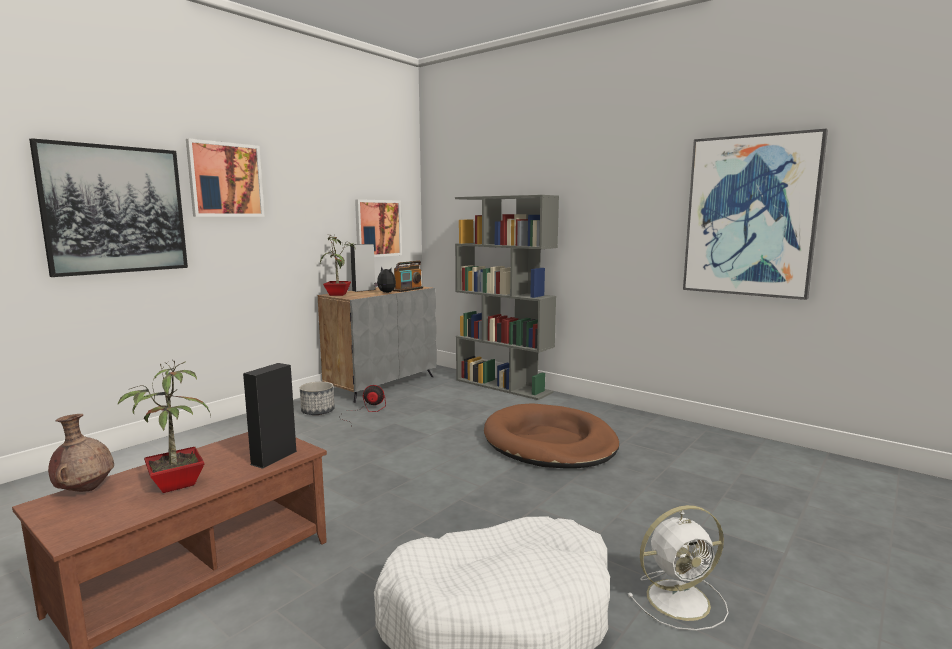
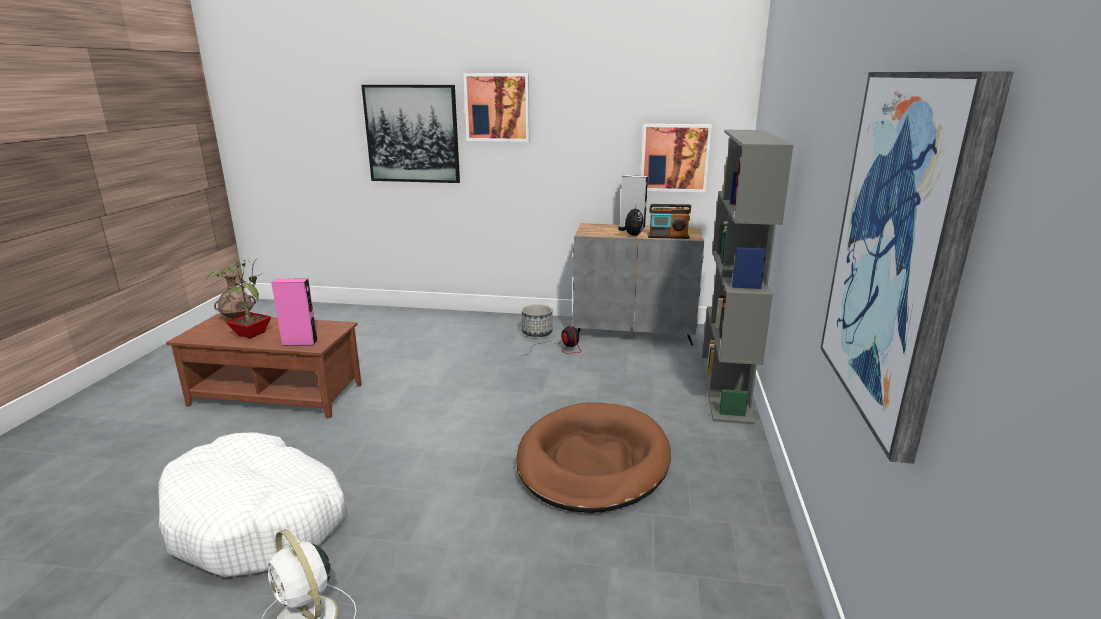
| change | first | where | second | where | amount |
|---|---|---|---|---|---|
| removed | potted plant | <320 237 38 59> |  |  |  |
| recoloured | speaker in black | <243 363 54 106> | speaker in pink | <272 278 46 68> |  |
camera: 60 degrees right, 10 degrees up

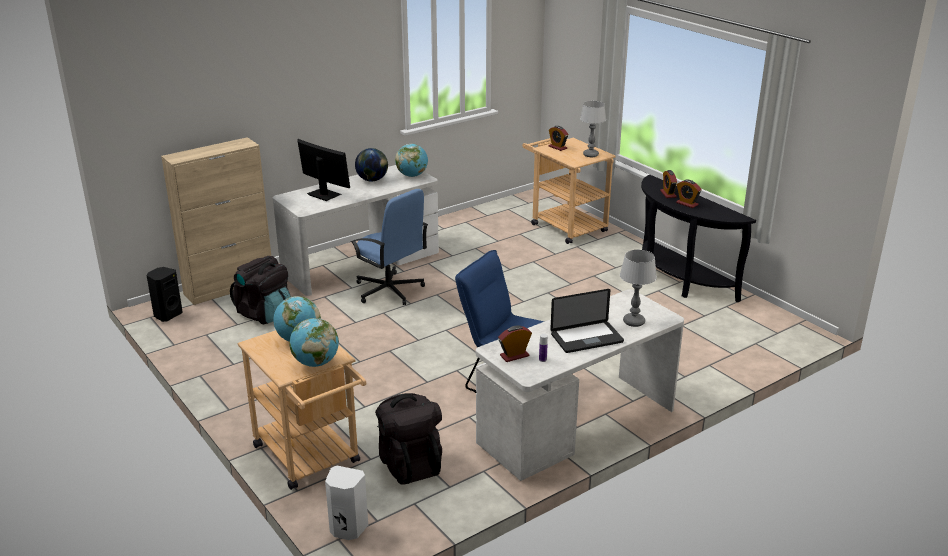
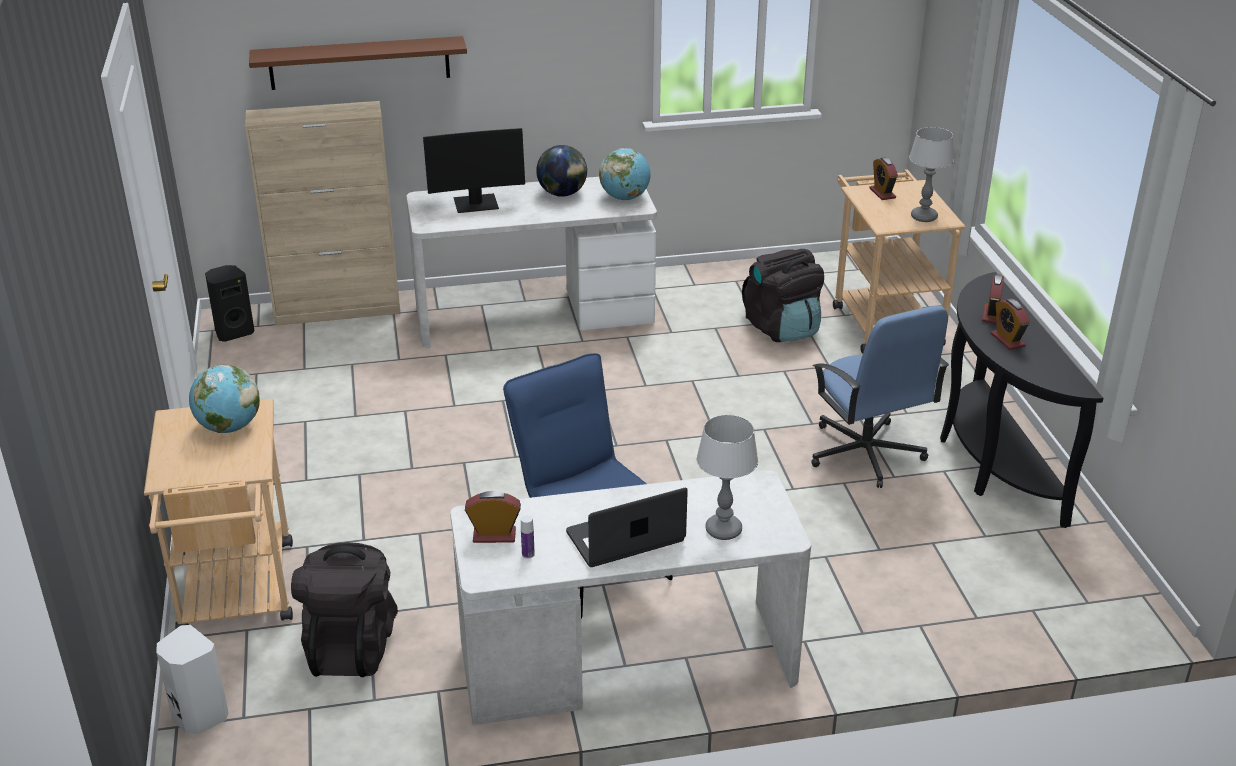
| change | first | where | second | where | amount |
|---|---|---|---|---|---|
| turned | monitor | <298 139 52 62> |  | <423 128 102 85> | 105 degrees clockwise |
| moved | office chair in blue | <351 189 77 116> |  | <812 306 137 182> |  |
| moved | backpack in black | <230 256 61 68> |  | <742 249 82 93> |  |
| turned | laptop | <550 289 74 64> |  | <566 488 122 79> | 150 degrees clockwise |
| removed | globe | <289 318 50 49> |  |  |  |
| added |  |  | shelf in brown | <249 36 218 54> |  |
camera: 25 degrees right, 5 degrees up

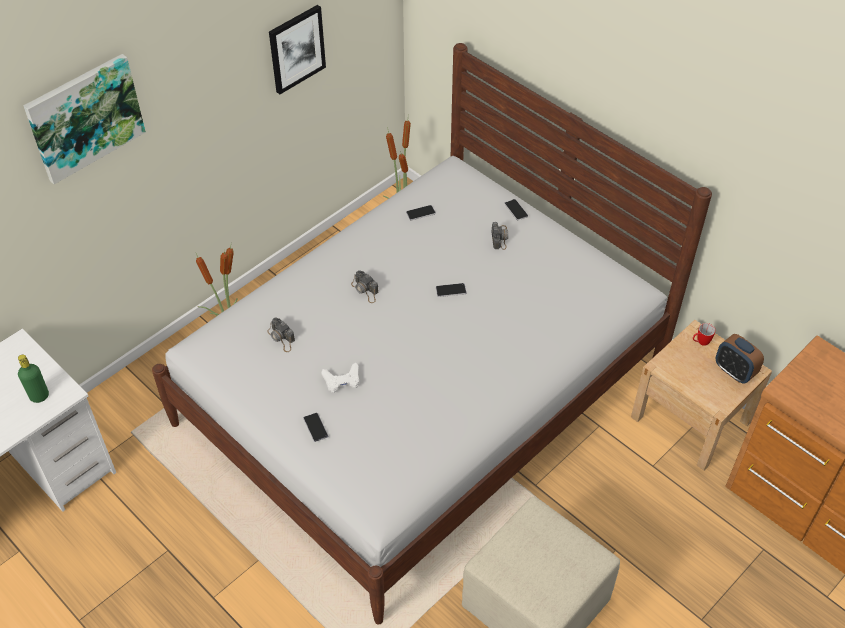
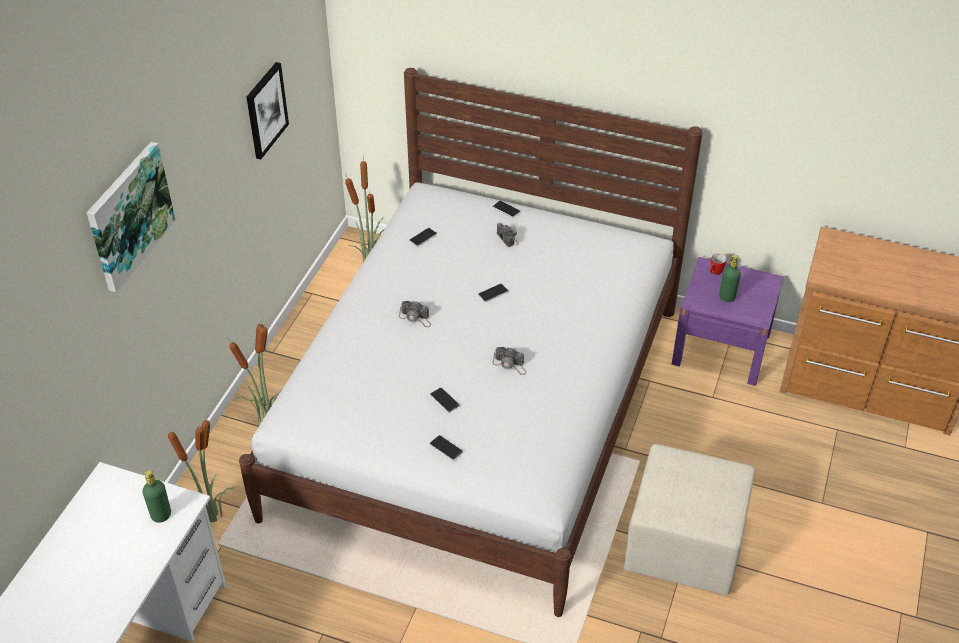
| change | first | where | second | where | amount |
|---|---|---|---|---|---|
| moved | photo camera | <267 317 28 35> |  | <492 347 35 28> |  |
| recoloured | nightstand in beige | <631 320 141 151> | nightstand in purple | <672 257 112 129> |  |
| removed | alarm clock | <716 334 48 50> |  |  |  |
| replaced | game controller in white | <321 363 39 30> | phone | <430 388 30 24> |  |
| added |  |  | bottle in green | <719 255 22 47> |  |
| added |  |  | potted plant | <166 418 69 104> |  |
camera: 25 degrees left, 5 degrees down

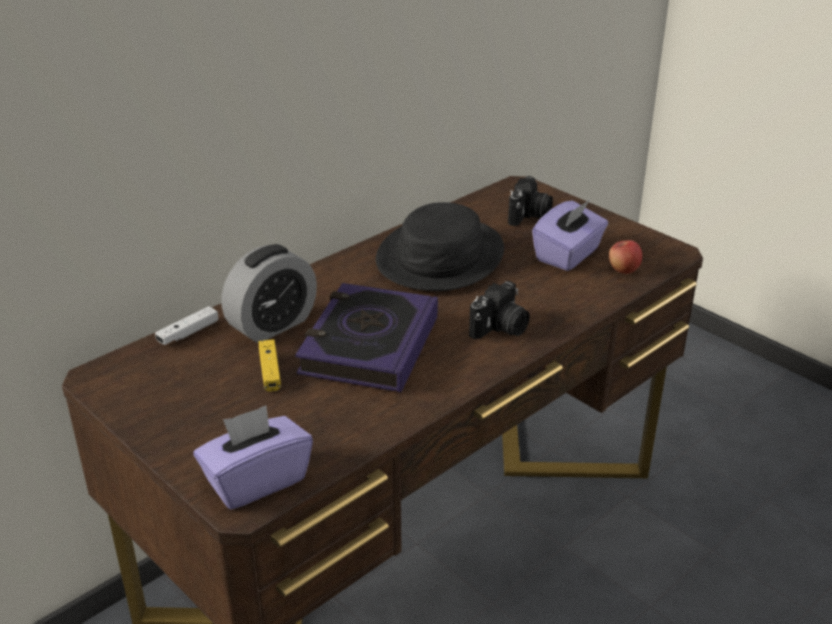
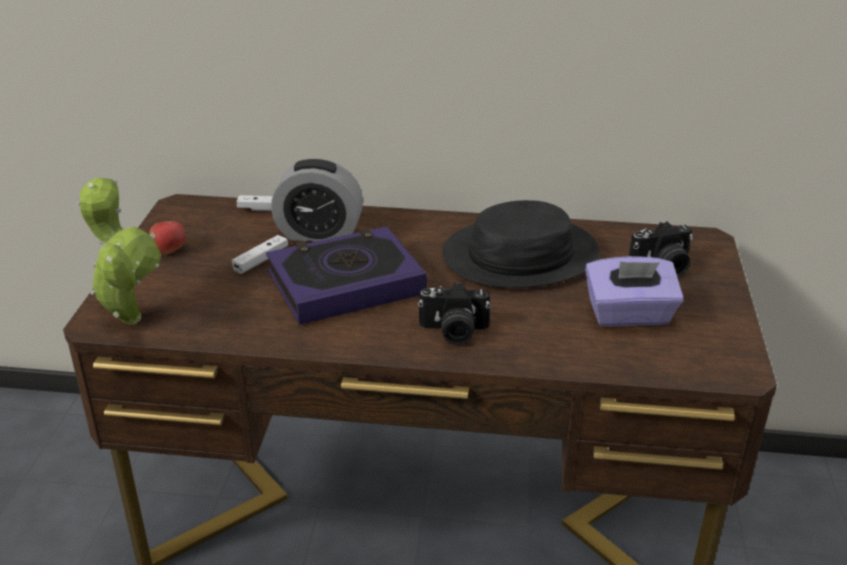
| change | first | where | second | where | amount |
|---|---|---|---|---|---|
| moved | apple | <609 240 33 34> |  | <149 221 36 33> |  |
| recoloured | game controller in yellow | <259 339 22 53> | game controller in white | <232 235 56 39> |  |
| replaced | tissue box in purple | <193 406 120 104> | potted plant | <78 178 83 146> |  |
camera: 50 degrees right, 0 degrees up

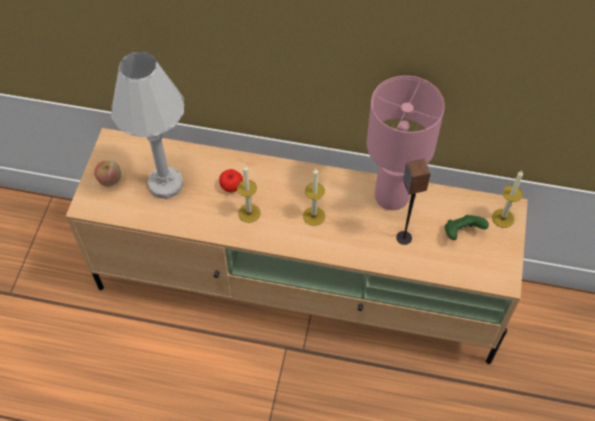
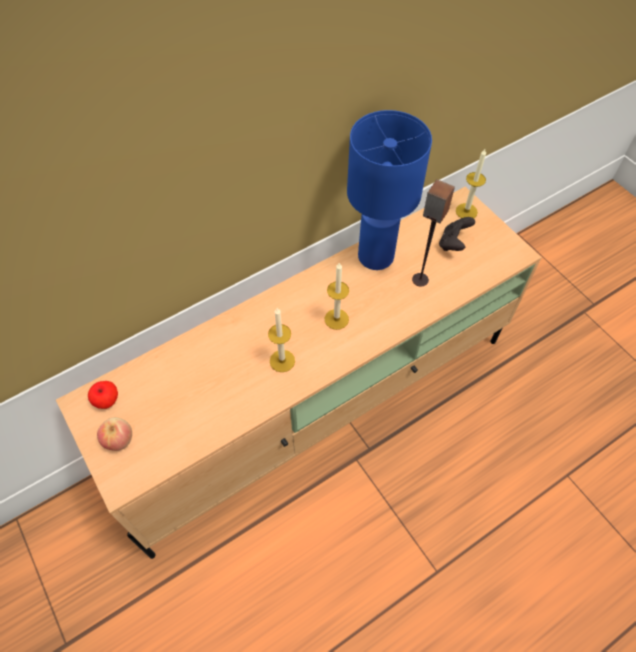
| change | first | where | second | where | amount |
|---|---|---|---|---|---|
| removed | table lamp in white | <111 52 73 147> |  |  |  |
| recoloured | table lamp in pink | <367 76 78 134> | table lamp in blue | <347 110 85 160> |  |
| moved | apple | <219 169 24 23> |  | <88 381 30 28> |  |
| recoloured | game controller in green | <445 215 44 25> | game controller in black | <439 217 36 34> |  |
camera: 45 degrees left, 0 degrees up

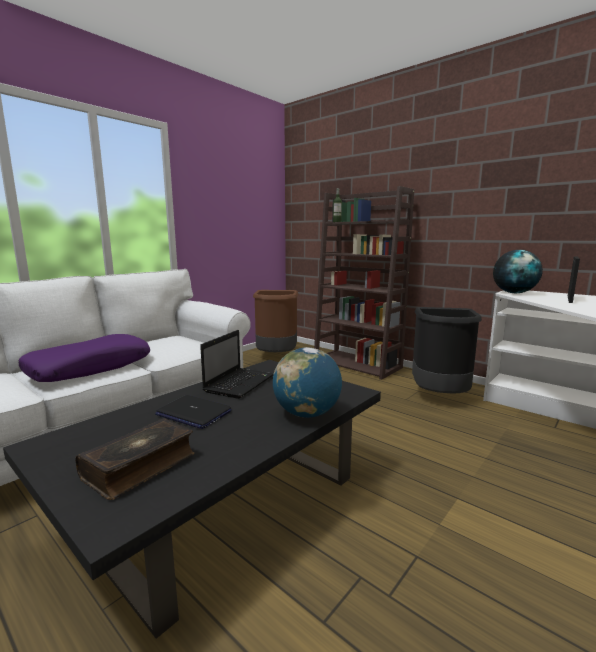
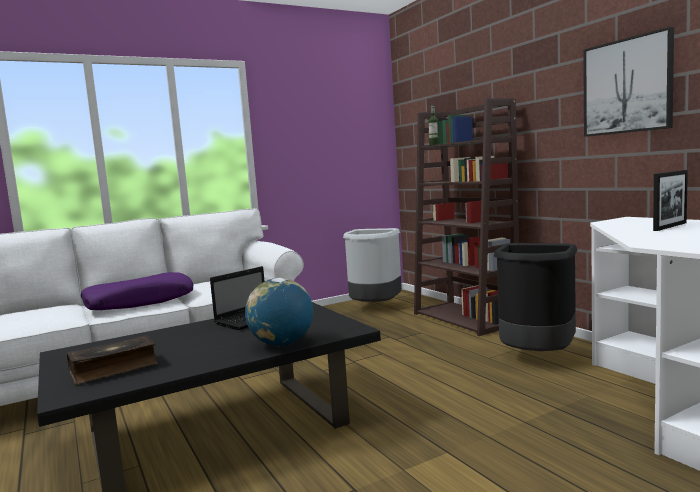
| change | first | where | second | where | amount |
|---|---|---|---|---|---|
| removed | globe | <493 250 50 43> |  |  |  |
| recoloured | trash can in brown | <253 290 45 62> | trash can in grey | <343 228 59 74> |  |
| removed | laptop | <155 395 77 34> |  |  |  |
| added |  |  | picture | <583 27 91 110> |  |
camera: 20 degrees right, 5 degrees down

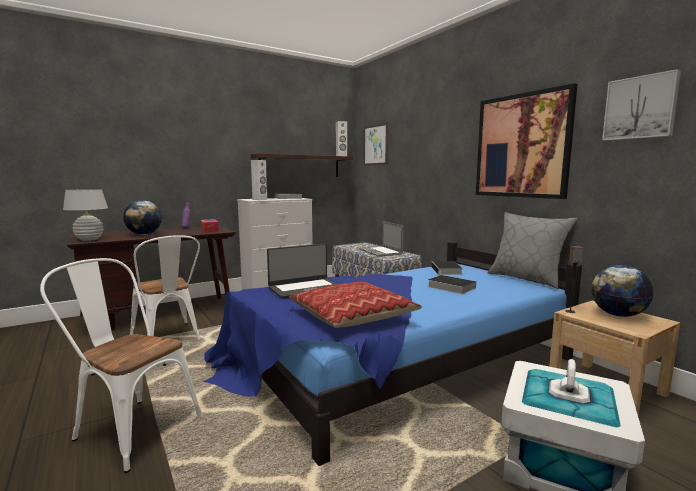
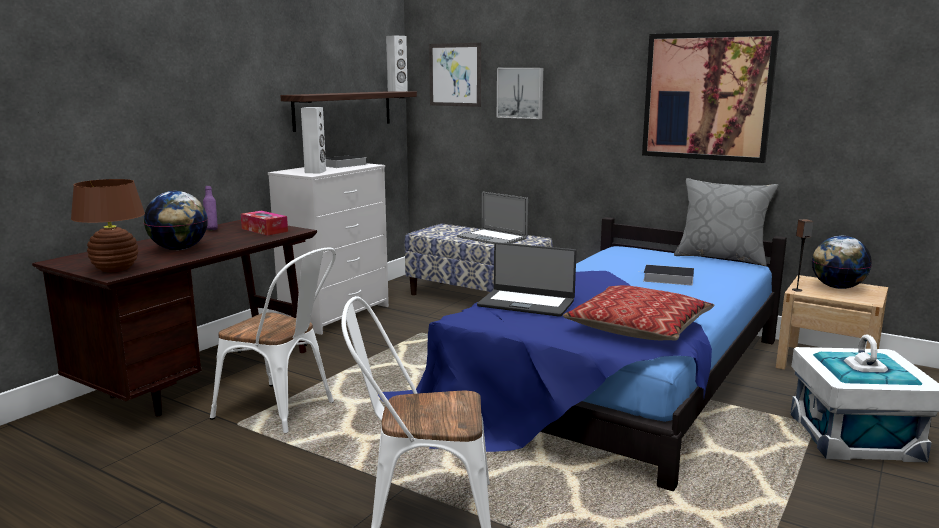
| change | first | where | second | where | amount |
|---|---|---|---|---|---|
| moved | picture | <602 69 79 72> |  | <497 68 46 51> |  |
| recoloured | table lamp in white | <63 189 45 52> | table lamp in brown | <71 179 74 93> |  |
| turned | laptop | <267 244 71 55> |  | <477 242 99 75> | 75 degrees clockwise |
| removed | book | <431 261 32 14> |  |  |  |
camera: 25 degrees left, 5 degrees up

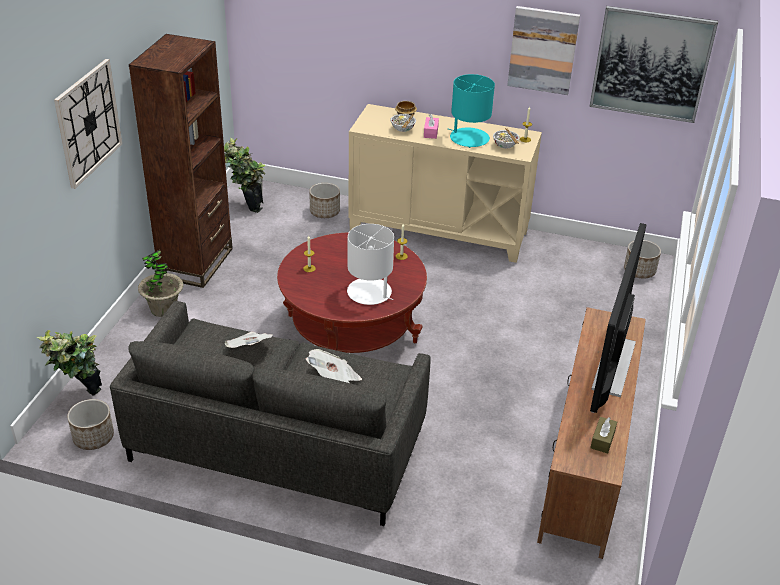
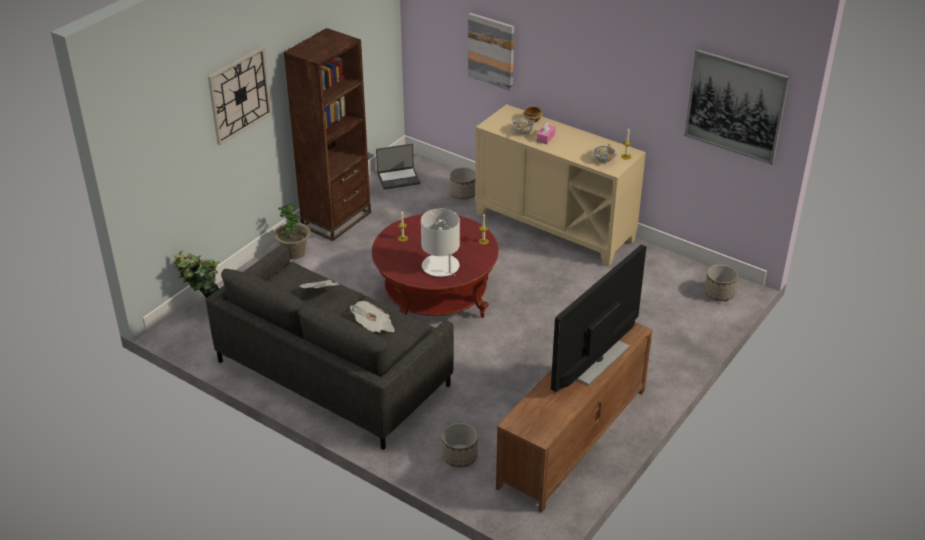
| change | first | where | second | where | amount |
|---|---|---|---|---|---|
| moved | picture | <507 6 73 89> |  | <468 13 46 78> |  |
| removed | table lamp in turquoise | <448 74 47 74> |  |  |  |
| replaced | potted plant | <224 138 42 75> | laptop | <376 144 44 46> |  |
| moved | planter | <67 399 47 51> |  | <442 423 36 45> |  |
| removed | tissue box in brown | <590 417 27 37> |  |  |  |
camera: 20 degrees right, 0 degrees up

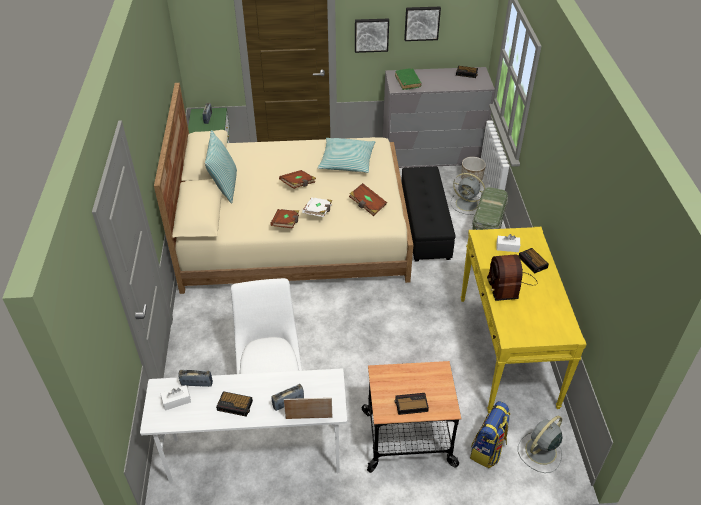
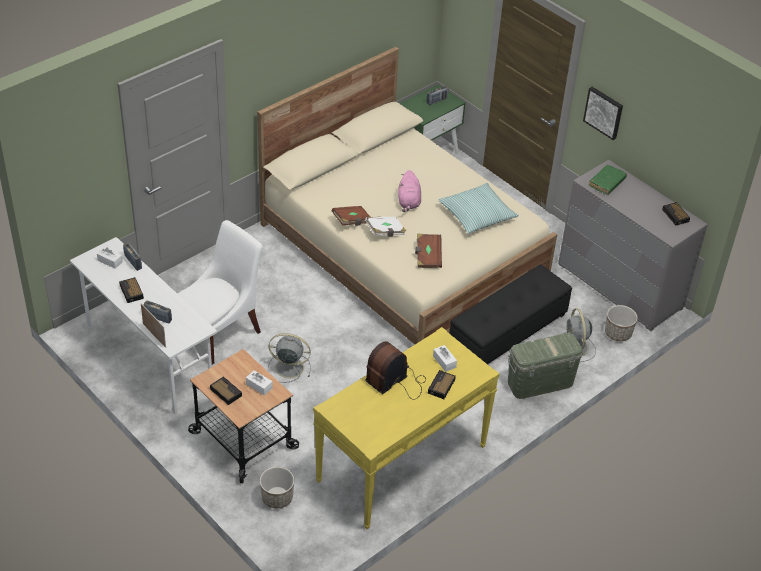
| change | first | where | second | where | amount |
|---|---|---|---|---|---|
| removed | picture | <404 7 37 34> |  |  |  |
| removed | pillow | <205 130 32 74> |  |  |  |
| replaced | book in brown | <279 170 37 19> | plush toy in pink | <398 170 23 42> |  |
| replaced | backpack | <470 401 40 67> | planter | <260 467 34 42> |  |
| moved | fan in grey | <518 416 45 57> |  | <268 333 43 50> |  |
| added |  |  | tissue box in white | <246 370 27 26> |  |
camera: 50 degrees right, 0 degrees up

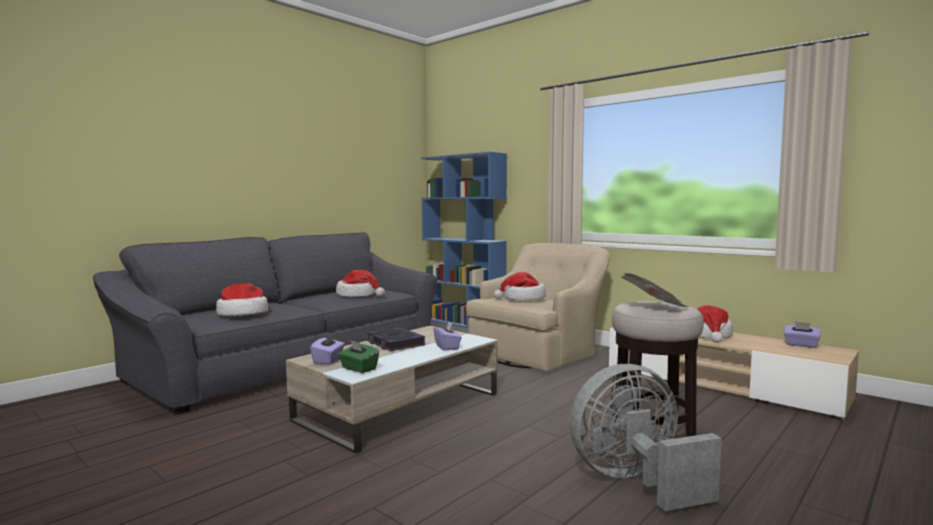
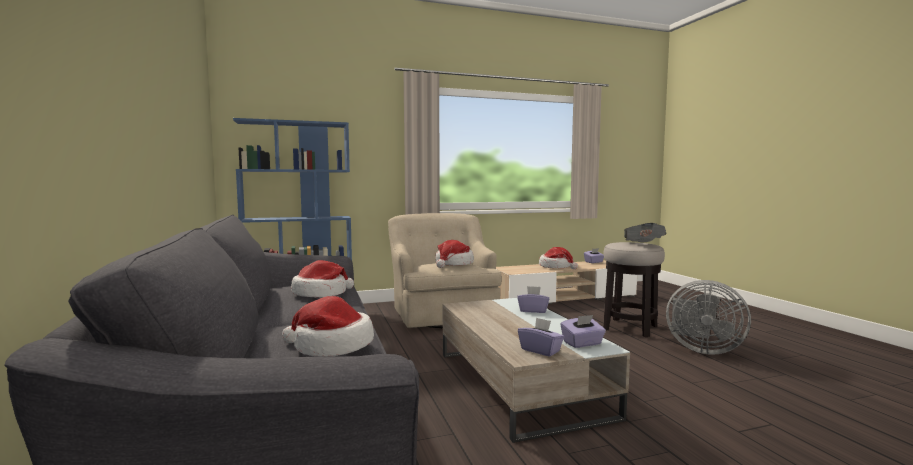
| change | first | where | second | where | amount |
|---|---|---|---|---|---|
| removed | book | <367 327 58 24> |  |  |  |
| recoloured | tissue box in green | <338 340 41 33> | tissue box in purple | <560 315 46 33> |  |
| turned | fan in grey | <570 364 152 147> |  | <666 280 85 75> | 75 degrees counterclockwise |
camera: 60 degrees left, 0 degrees up

